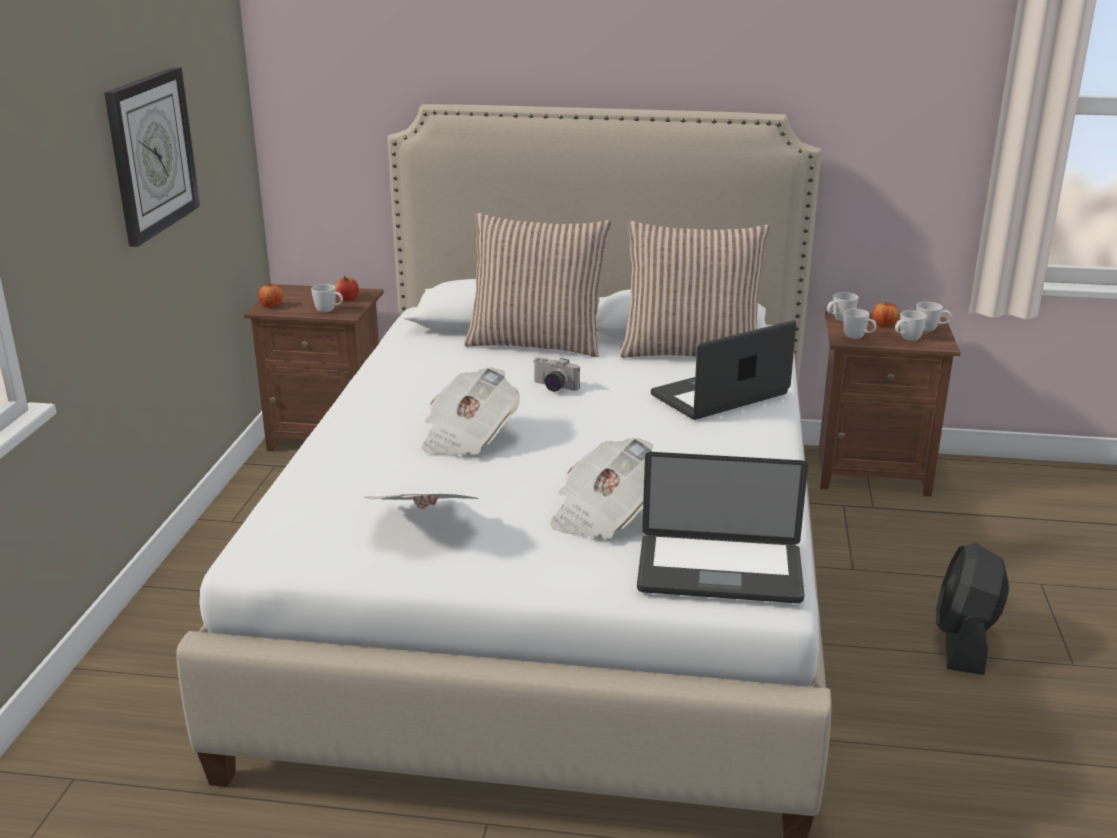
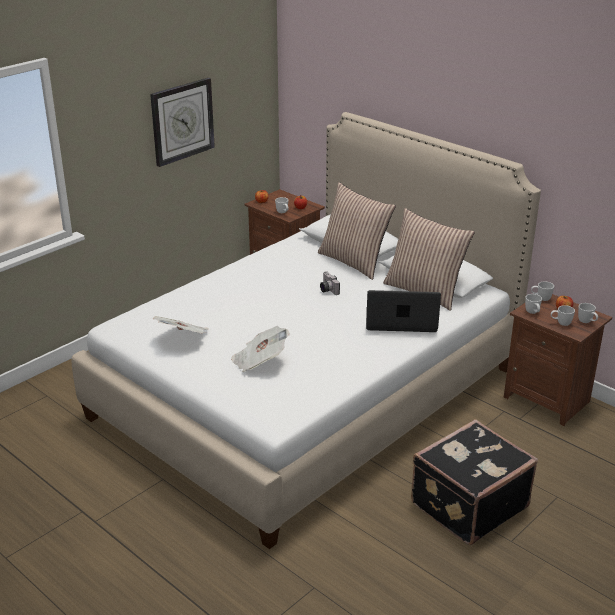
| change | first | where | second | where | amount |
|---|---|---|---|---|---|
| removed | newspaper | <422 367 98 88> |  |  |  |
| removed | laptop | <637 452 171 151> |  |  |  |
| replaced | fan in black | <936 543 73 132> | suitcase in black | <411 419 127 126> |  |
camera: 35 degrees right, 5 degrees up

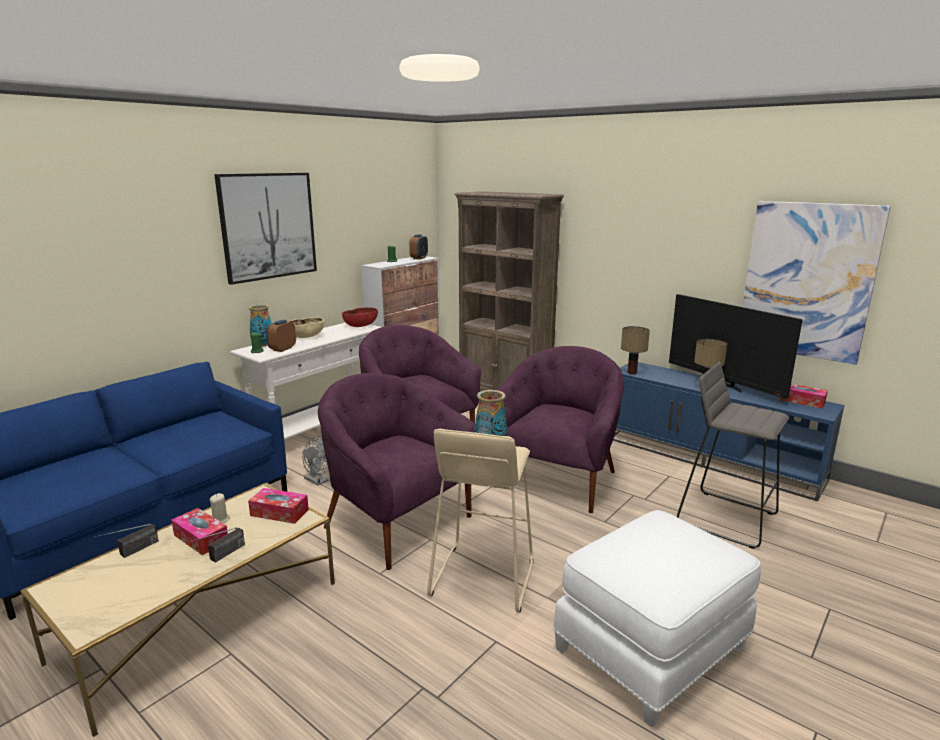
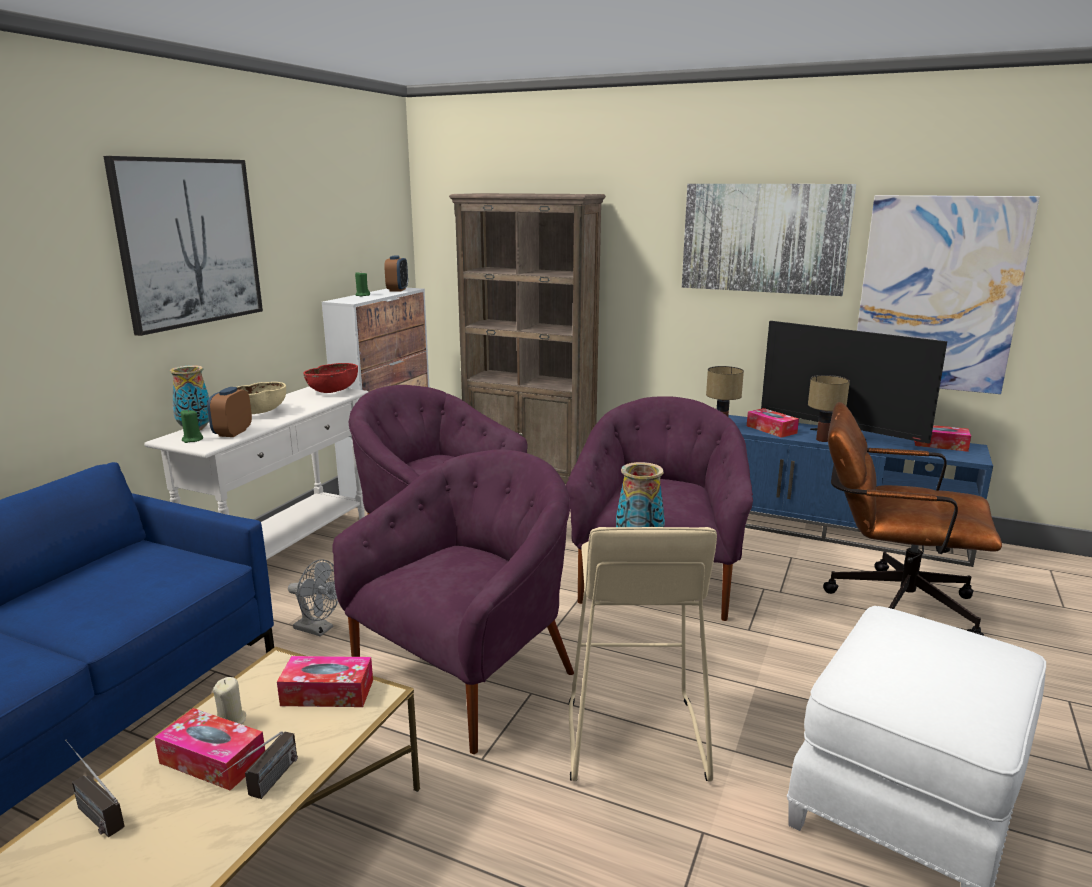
| change | first | where | second | where | amount |
|---|---|---|---|---|---|
| replaced | stool in grey | <677 362 112 187> | office chair in brown | <823 402 179 233> |  |
| turned | armchair in purple | <318 373 157 197> |  | <332 449 242 305> | 105 degrees clockwise |
| turned | radio | <94 524 65 34> |  | <65 740 60 97> | 105 degrees clockwise |
| added |  |  | picture | <682 184 174 112> |  |
| added |  |  | tissue box | <747 408 52 30> |  |
camera: 15 degrees left, 0 degrees up

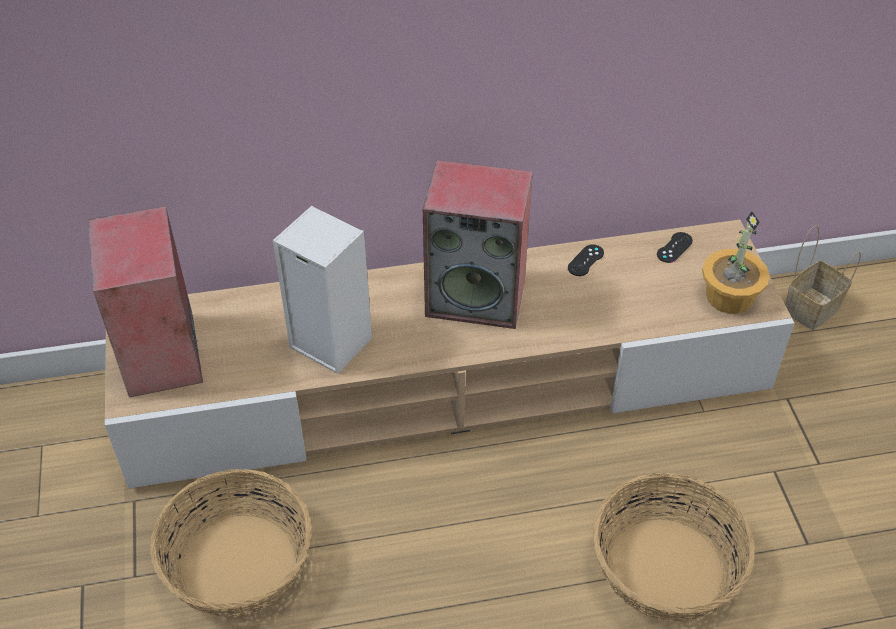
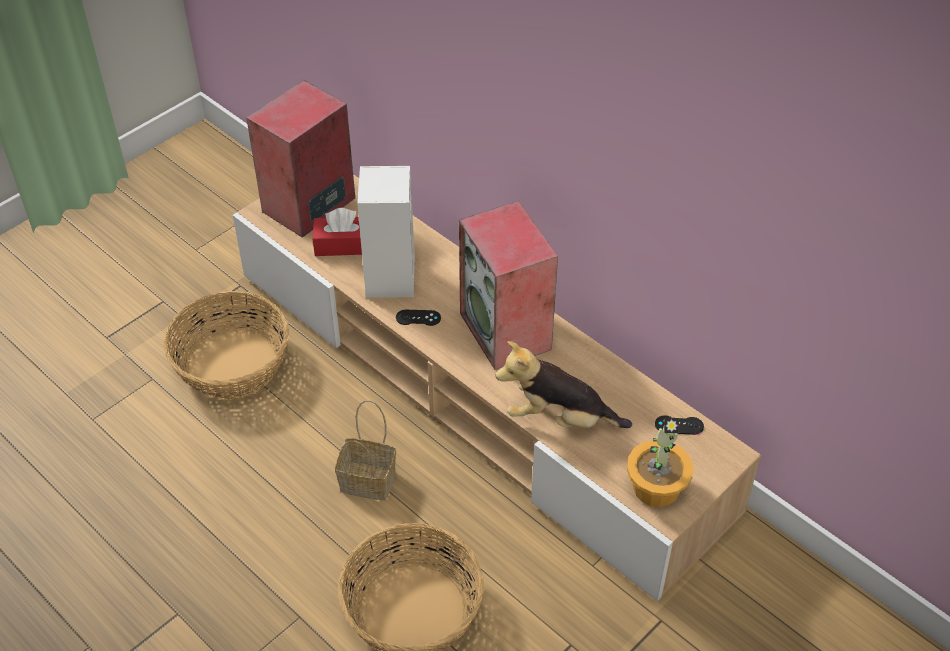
| change | first | where | second | where | amount |
|---|---|---|---|---|---|
| moved | basket | <785 225 76 105> |  | <335 400 61 101> |  |
| moved | game controller in black | <568 245 36 31> |  | <396 310 45 16> |  |
| added |  |  | tissue box in red | <313 208 49 48> |  |
| added |  |  | plush toy | <495 341 137 88> |  |
camera: 55 degrees right, 0 degrees up

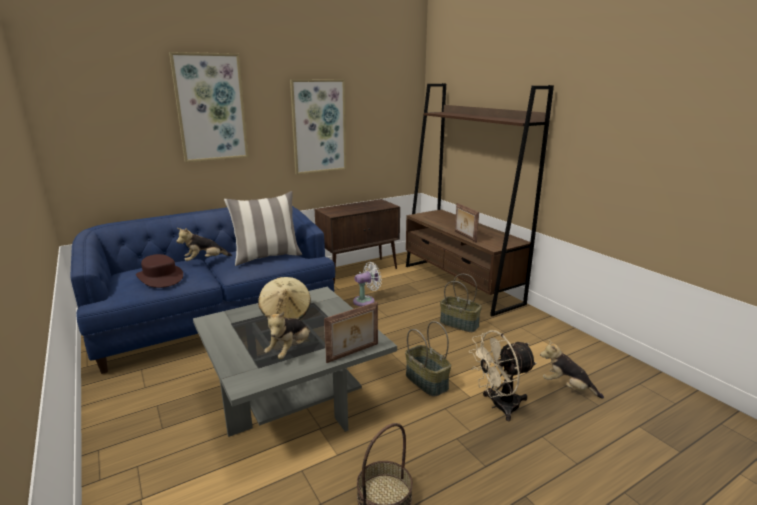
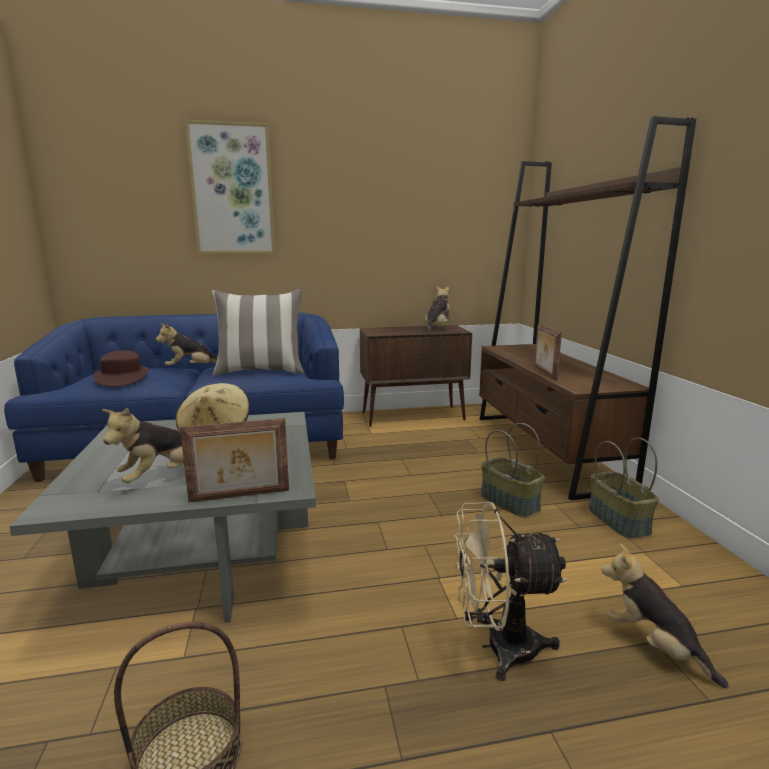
| change | first | where | second | where | amount |
|---|---|---|---|---|---|
| removed | picture | <290 79 56 96> |  |  |  |
| removed | fan in white | <353 262 29 45> |  |  |  |
| moved | basket | <405 321 46 76> |  | <589 438 70 101> |  |
| added |  |  | plush toy | <425 286 28 47> |  |
camera: 20 degrees right, 5 degrees down

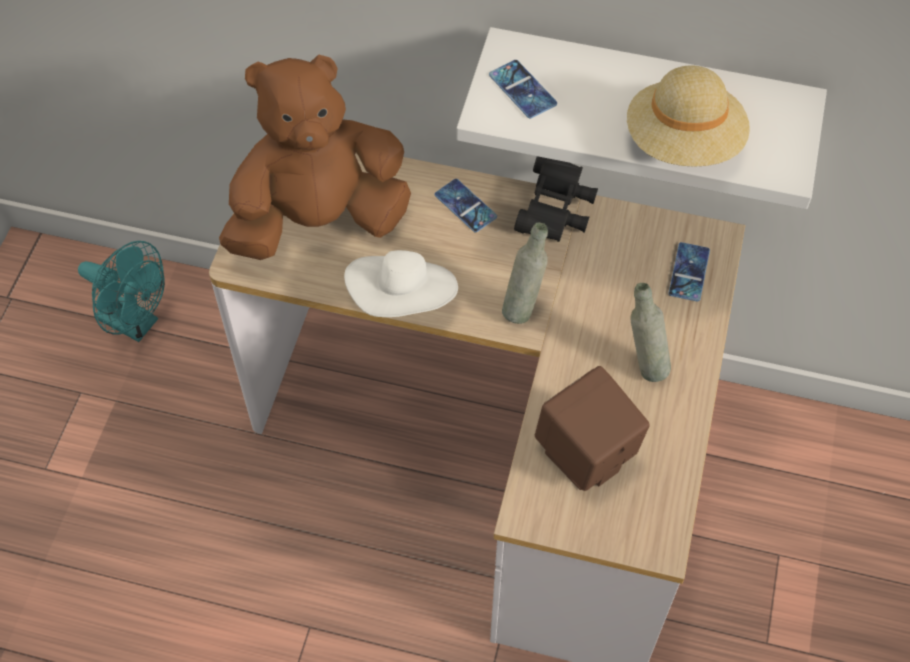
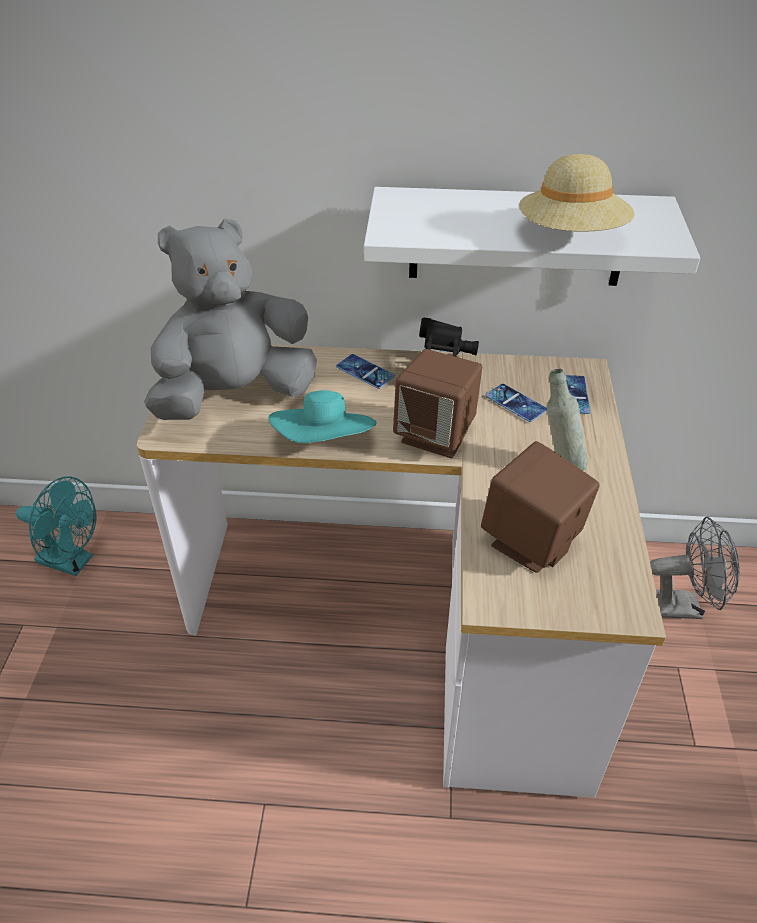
| change | first | where | second | where | amount |
|---|---|---|---|---|---|
| recoloured | plush toy in brown | <219 54 192 206> | plush toy in grey | <144 219 173 201> |  |
| moved | phone | <489 60 68 58> |  | <485 384 62 38> |  |
| replaced | bottle in grey | <502 222 46 102> | speaker in brown | <393 349 89 109> |  |
| recoloured | hat in white | <344 250 114 67> | hat in turquoise | <268 390 109 53> |  |
| added |  |  | fan in grey | <650 516 90 103> |  |
camera: 10 degrees left, 15 degrees down

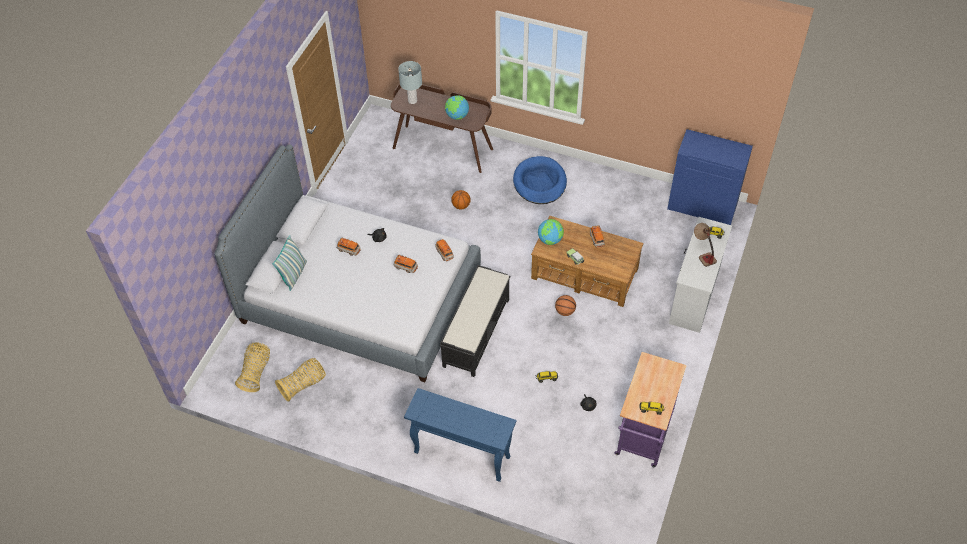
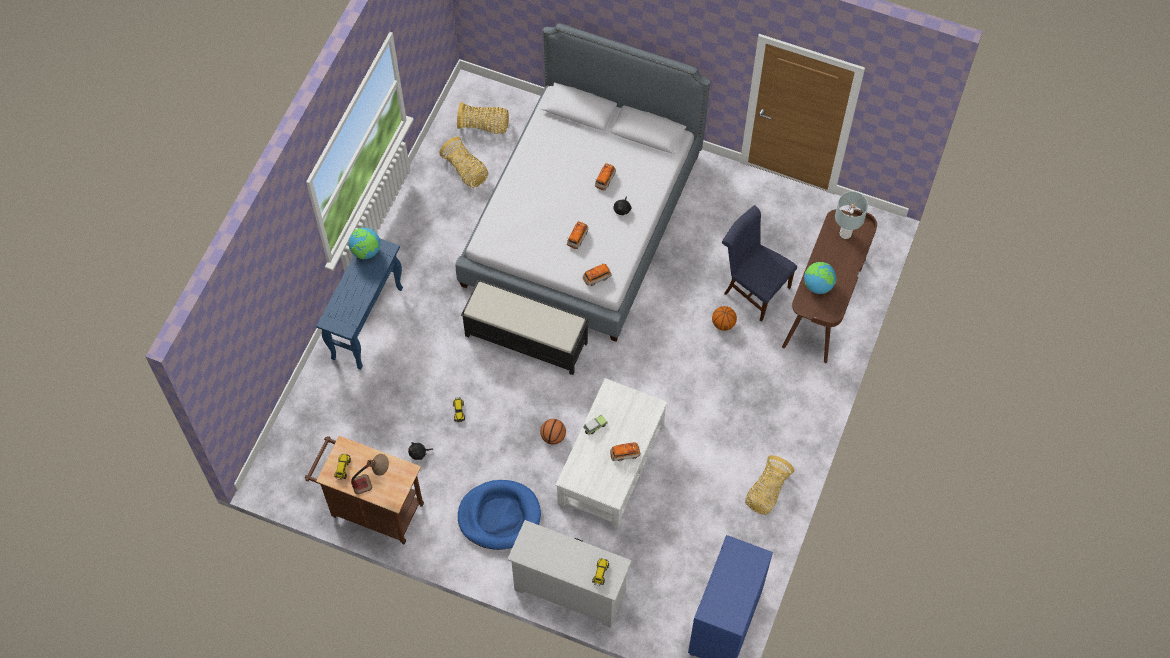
| change | first | where | second | where | amount |
|---|---|---|---|---|---|
| moved | dog bed in blue | <513 156 54 48> |  | <458 480 83 70> |  |
| recoloured | coffee table in brown | <531 216 113 91> | coffee table in white | <556 378 111 150> |  |
| moved | globe | <538 219 26 26> |  | <349 228 31 31> |  |
| moved | table lamp | <694 223 23 44> |  | <351 454 38 40> |  |
| removed | pillow | <273 235 34 56> |  |  |  |
| recoloured | cart in purple | <615 352 72 115> | cart in brown | <305 436 119 108> |  |
| added |  |  | chair in blue | <722 205 75 117> |  |
| added |  |  | basket | <745 455 49 60> |  |
camera: 90 degrees right, 10 degrees up

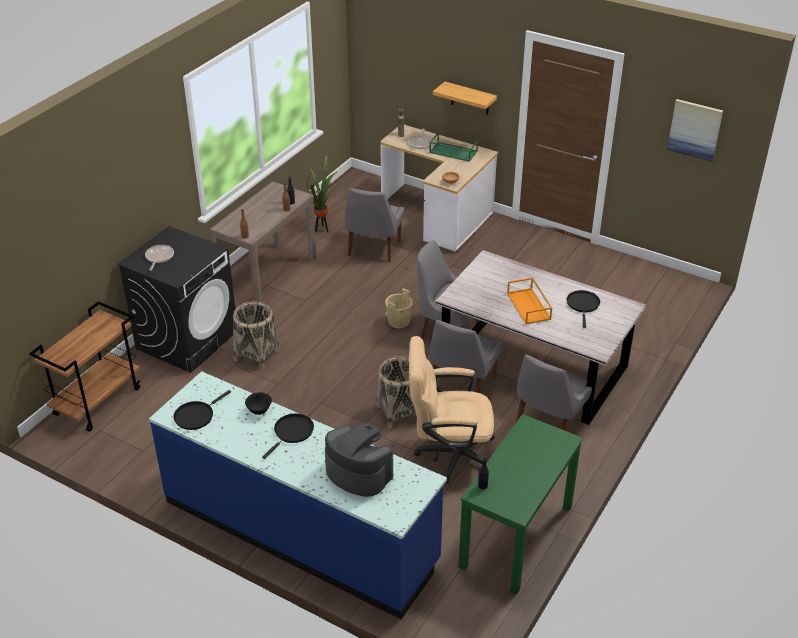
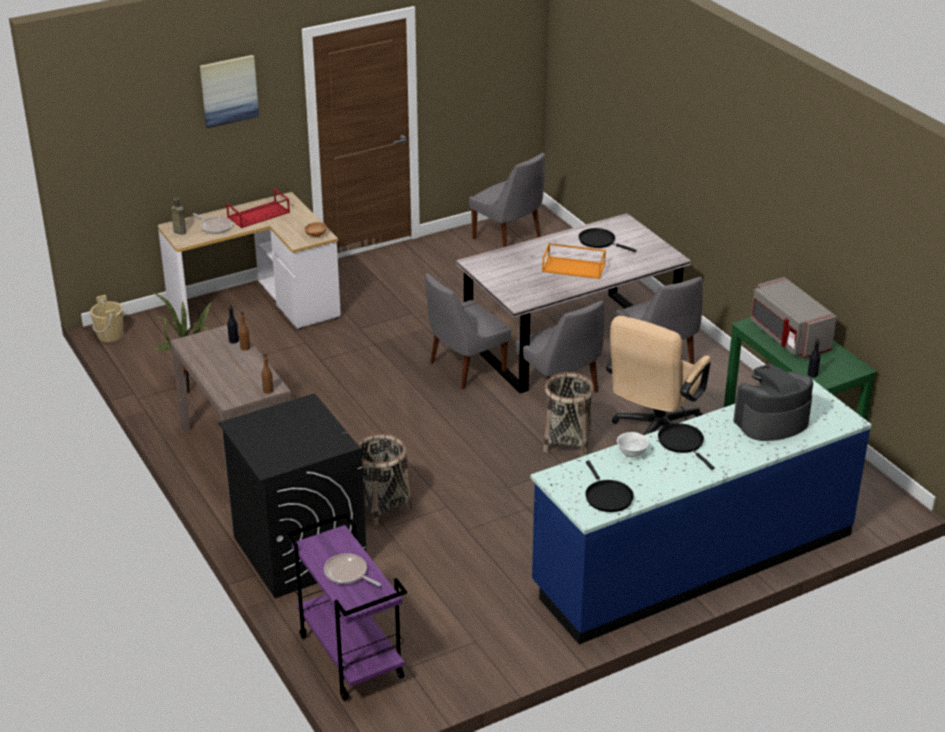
| change | first | where | second | where | amount |
|---|---|---|---|---|---|
| removed | shelf | <433 82 64 33> |  |  |  |
| moved | picture | <667 99 56 63> |  | <200 55 59 73> |  |
| recoloured | tray in green | <429 132 49 30> | tray in red | <226 188 64 40> |  |
| moved | chair in grey | <345 188 60 74> |  | <469 153 76 94> |  |
| moved | frying pan | <145 245 29 26> |  | <324 554 57 32> |  |
| moved | bucket in beige | <385 289 28 39> |  | <90 295 33 47> |  |
| recoloured | cart in brown | <29 301 112 131> | cart in purple | <286 513 121 188> |  |
| recoloured | bowl in black | <245 392 27 23> | bowl in white | <617 432 32 25> |  |
| added |  |  | microwave in grey | <751 277 86 81> |  |
camera: 60 degrees left, 5 degrees down

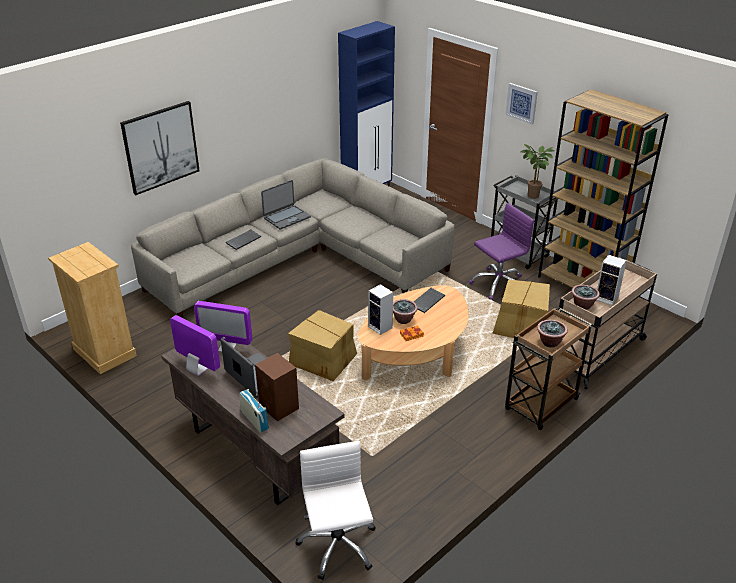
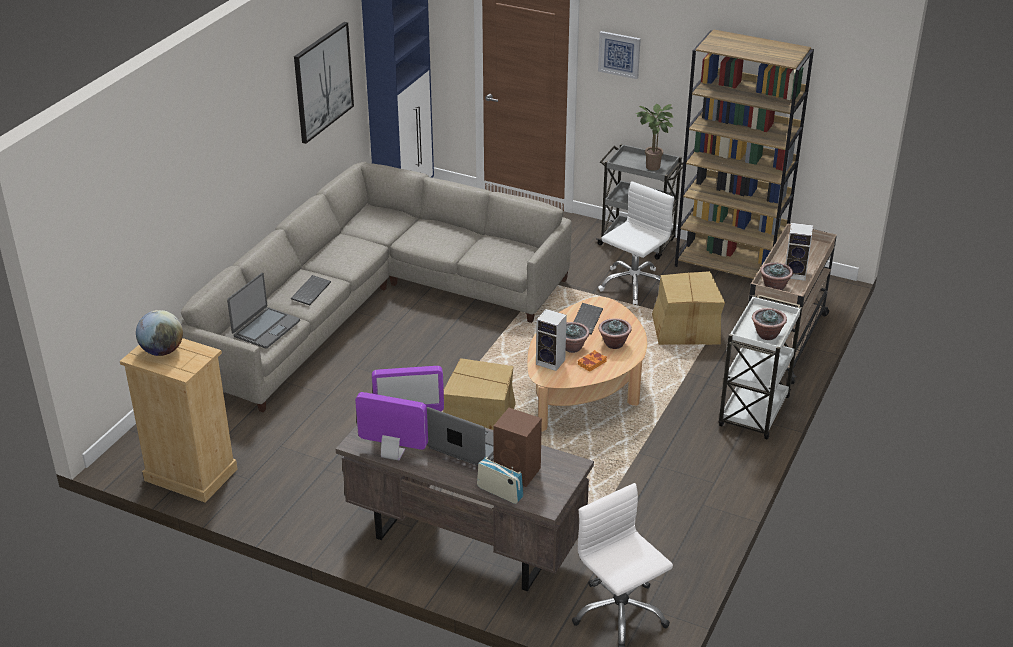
| change | first | where | second | where | amount |
|---|---|---|---|---|---|
| moved | picture | <120 101 80 94> |  | <294 22 60 122> |  |
| moved | laptop | <261 180 50 50> |  | <227 273 73 76> |  |
| recoloured | office chair in purple | <469 203 65 97> | office chair in white | <598 181 76 124> |  |
| recoloured | cart in brown | <505 308 87 122> | cart in white | <719 294 83 146> |  |
| added |  |  | globe | <136 310 47 46> |  |
| added |  |  | potted plant | <599 318 33 31> |  |
camera: 20 degrees left, 0 degrees up

